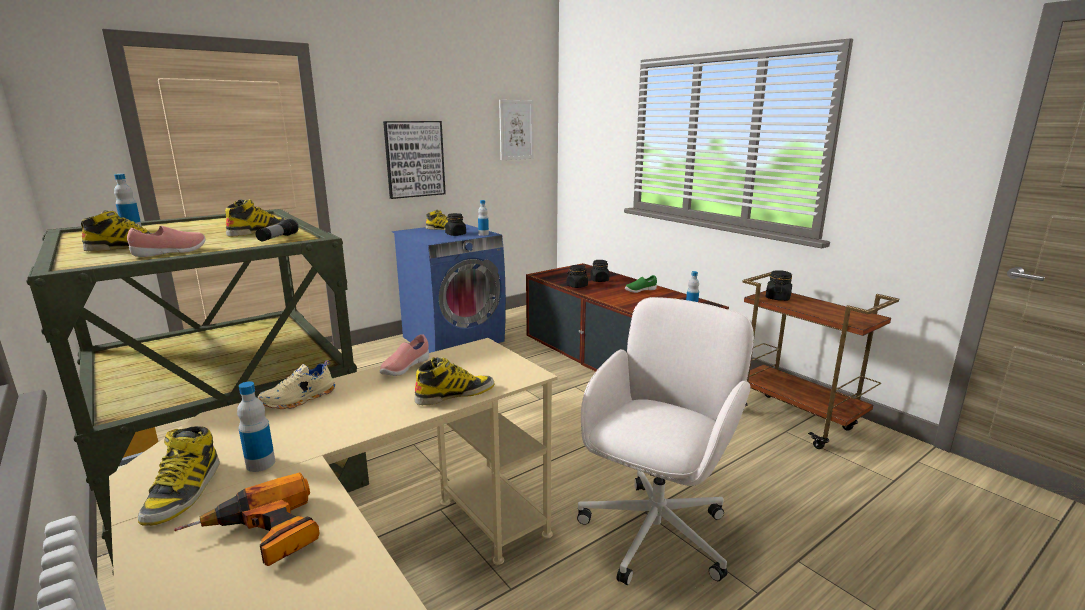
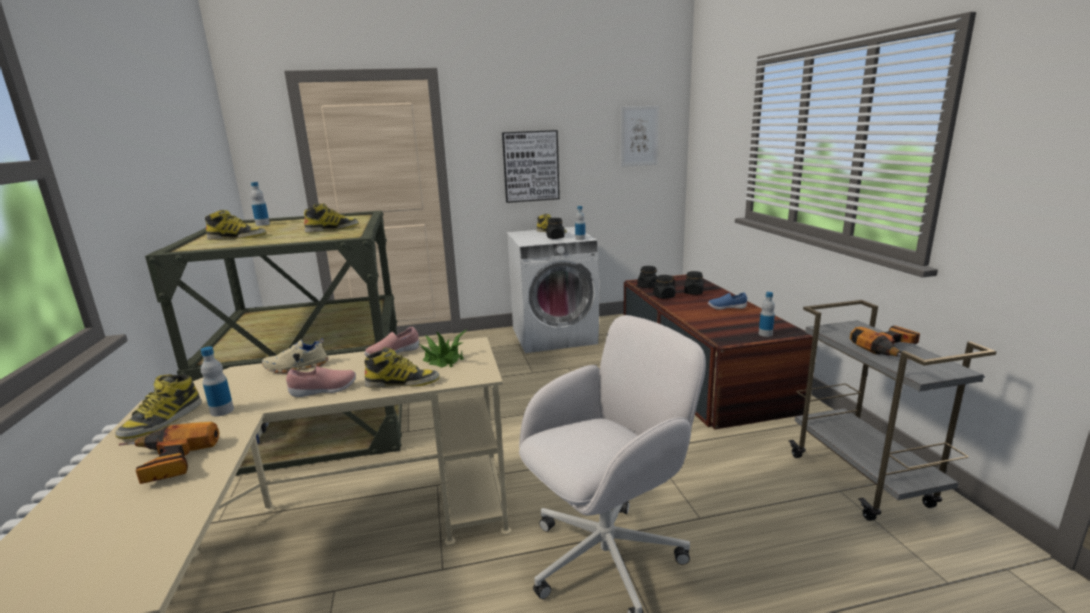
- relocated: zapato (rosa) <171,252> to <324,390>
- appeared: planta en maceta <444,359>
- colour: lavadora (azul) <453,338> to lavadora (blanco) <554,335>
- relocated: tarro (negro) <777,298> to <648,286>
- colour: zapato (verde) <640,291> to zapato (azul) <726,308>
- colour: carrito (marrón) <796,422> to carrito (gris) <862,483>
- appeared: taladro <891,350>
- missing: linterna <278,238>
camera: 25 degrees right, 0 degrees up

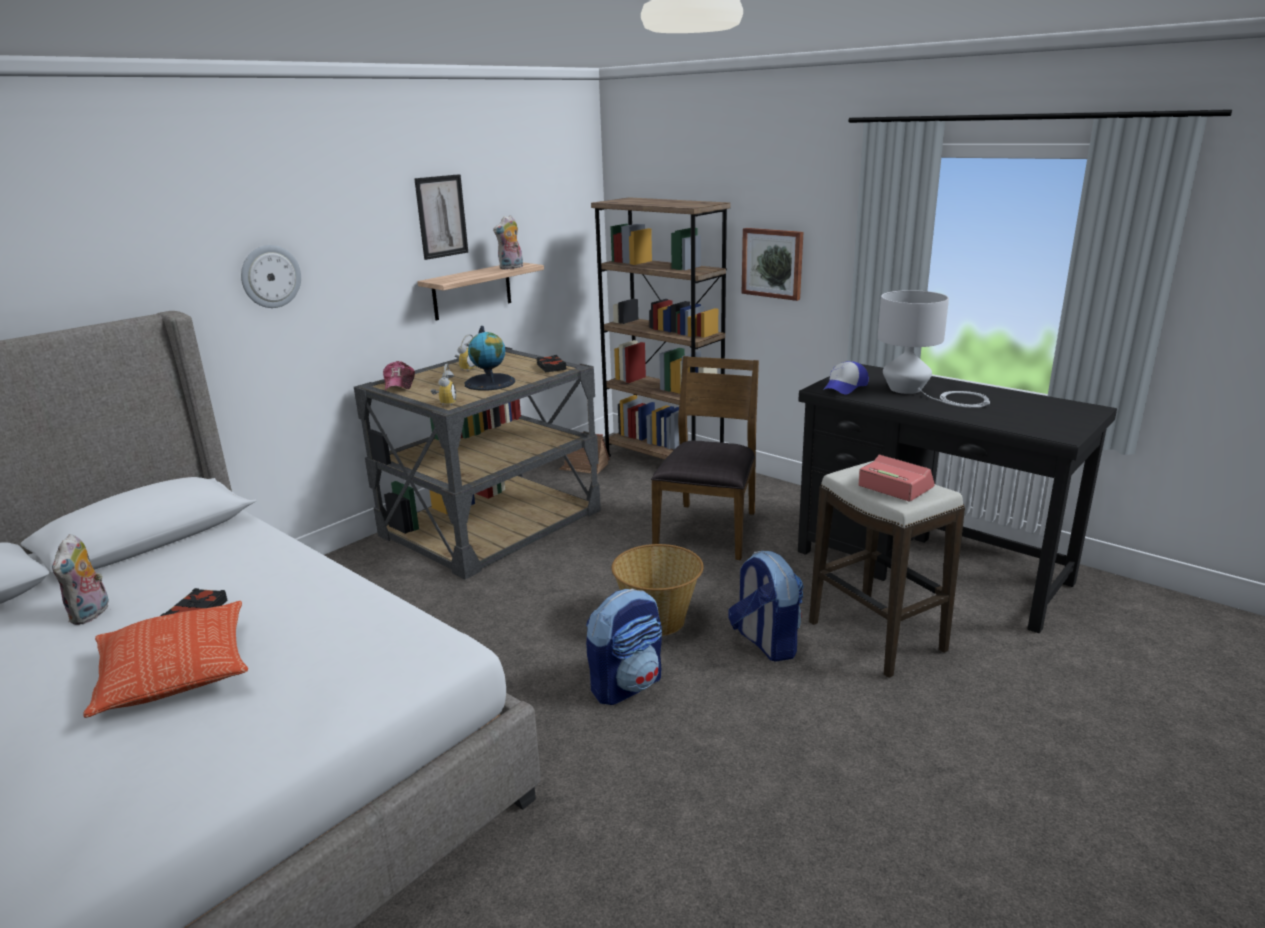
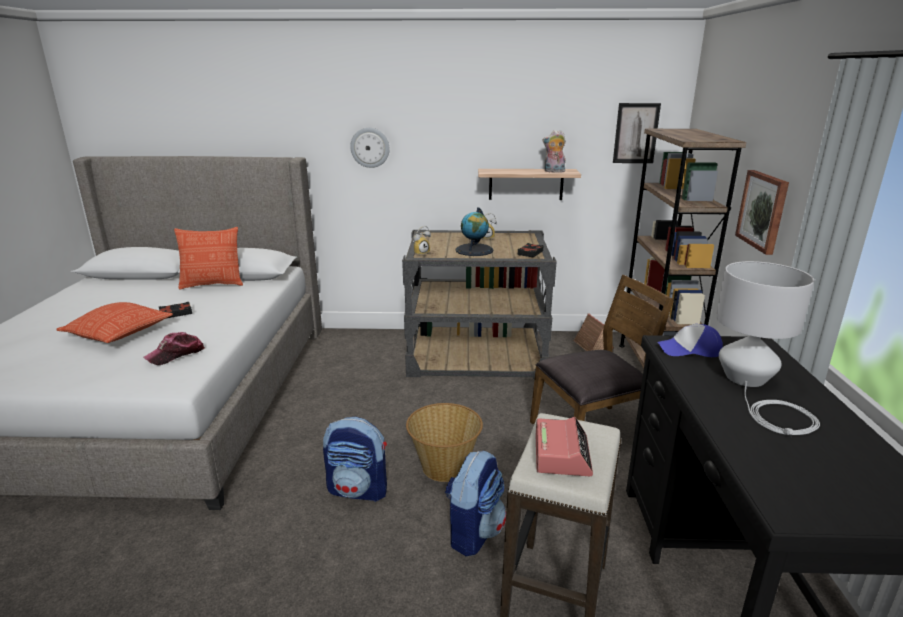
- relocated: gorra <399,384> to <176,354>
- appeared: cojín (naranja) <213,285>
- relocated: cuadro <441,216> to <636,133>
- missing: peluche <92,614>
camera: 50 degrees right, 0 degrees up

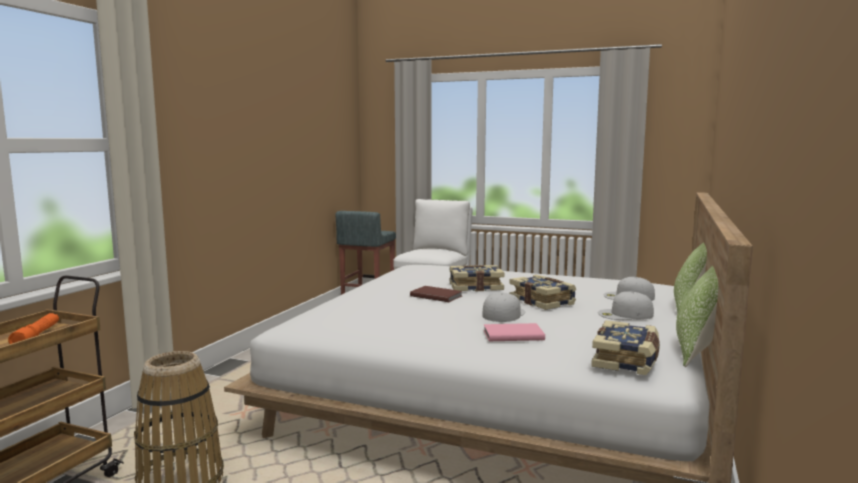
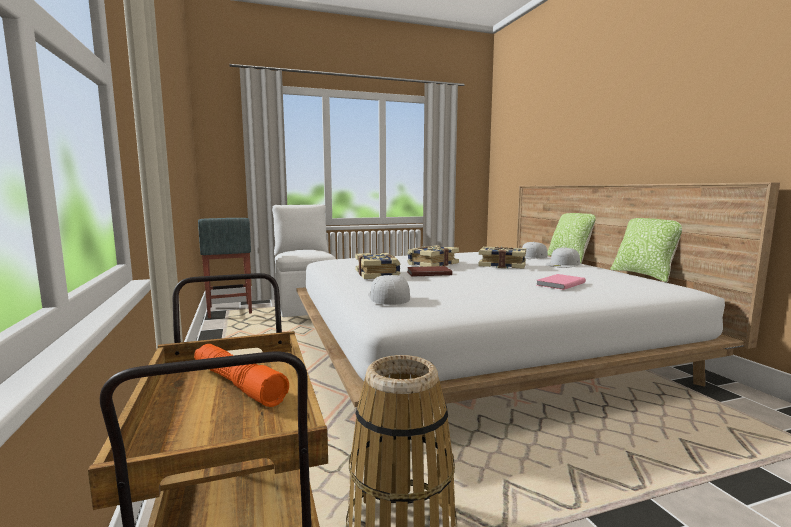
- relocated: libro <627,360> to <378,274>
- relocated: gorra (blanco) <503,314> to <388,297>
camera: 40 degrees left, 0 degrees up

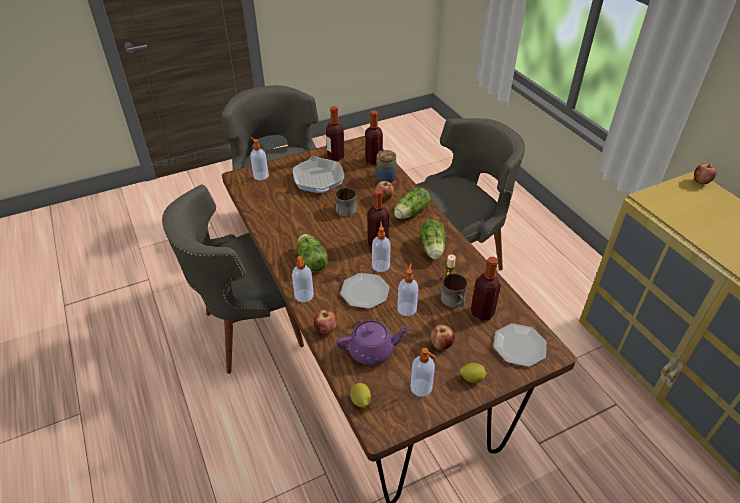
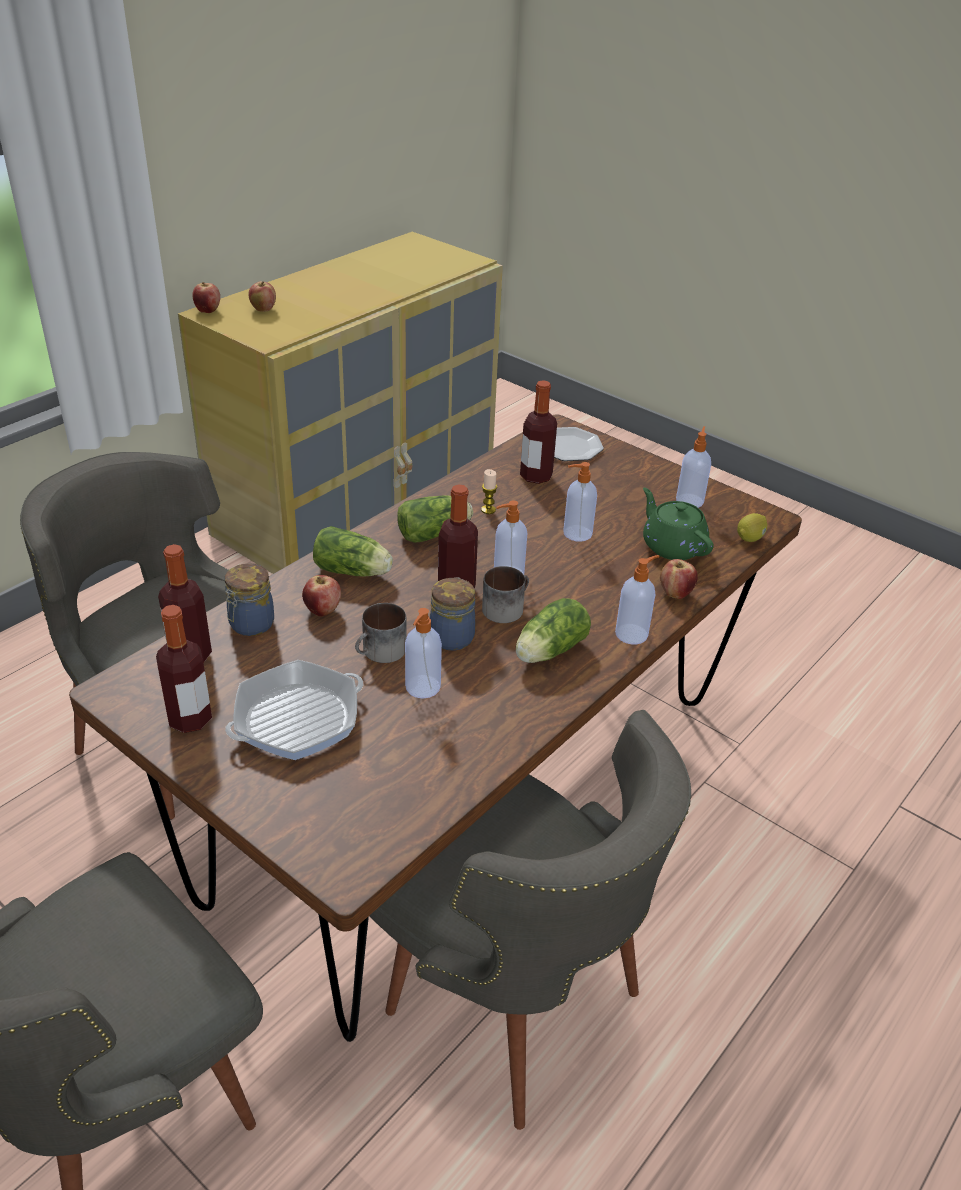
- relocated: manzana <441,345> to <263,309>
- relocated: dispensador de jabón <260,176> to <422,688>
- appeared: tarro <452,636>
- relocated: taza grande <455,301> to <505,607>
- colour: tetera (morado) <372,351> to tetera (verde) <672,546>
- missing: plato <365,292>
- missing: limón <472,378>
camera: 115 degrees left, 5 degrees down

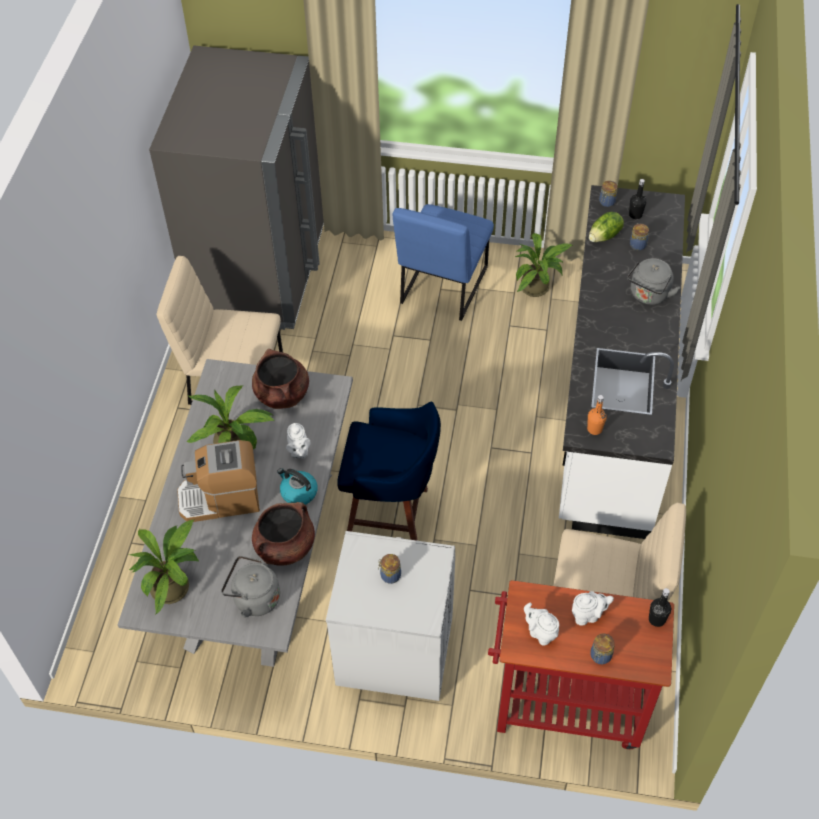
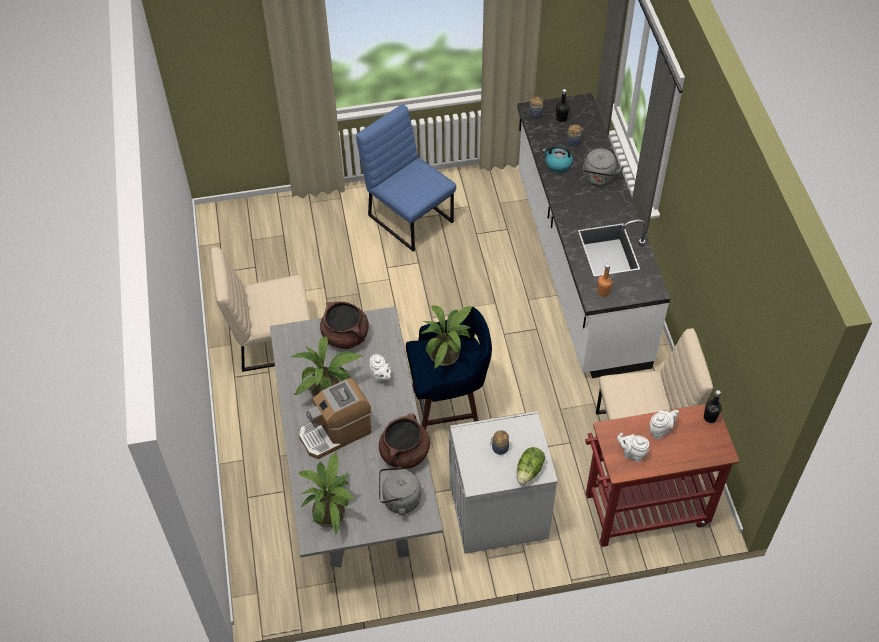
- spun: silla (azul) <442,286> = <409,216> 135 degrees clockwise
- relocated: planta en maceta <538,287> to <448,354>
- relocated: lechuga <605,236> to <529,471>
- relocated: hervidor <298,492> to <558,164>
- missing: nevera (gris) <260,272>
- missing: tarro <600,656>
camera: 20 degrees left, 0 degrees up

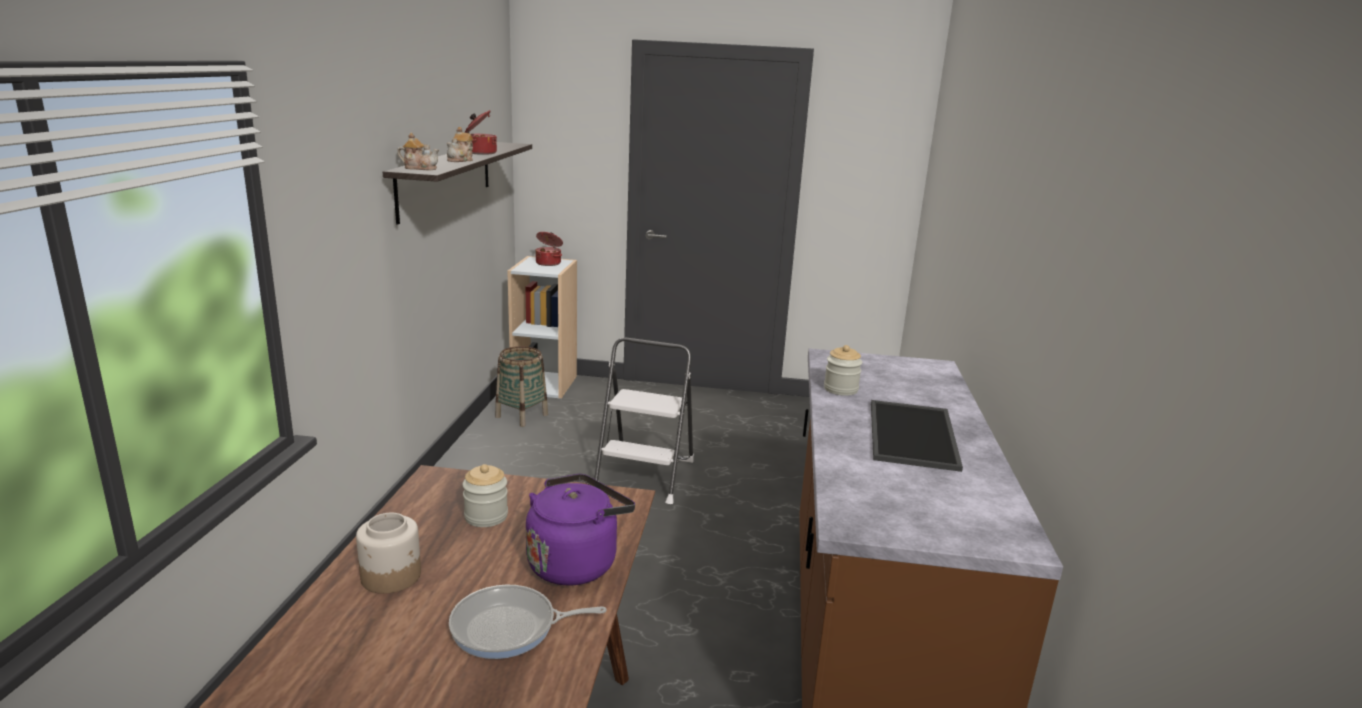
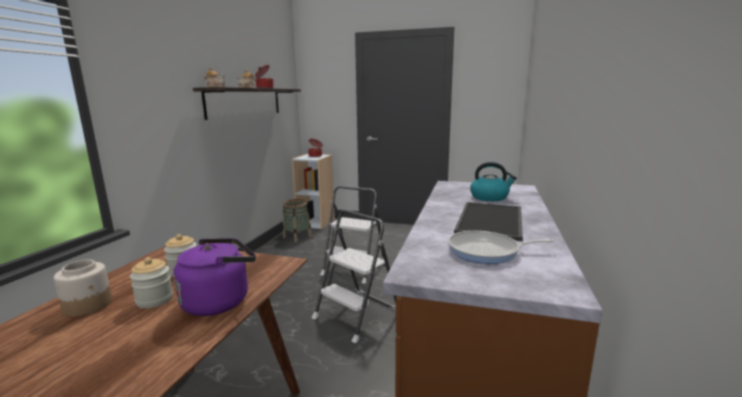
- relocated: tarro <840,389> to <155,300>
- appeared: escalera de tijera (blanco) <359,313>
- relocated: sartén <509,628> to <487,251>
- appeared: hervidor <490,197>
camera: 10 degrees right, 5 degrees down

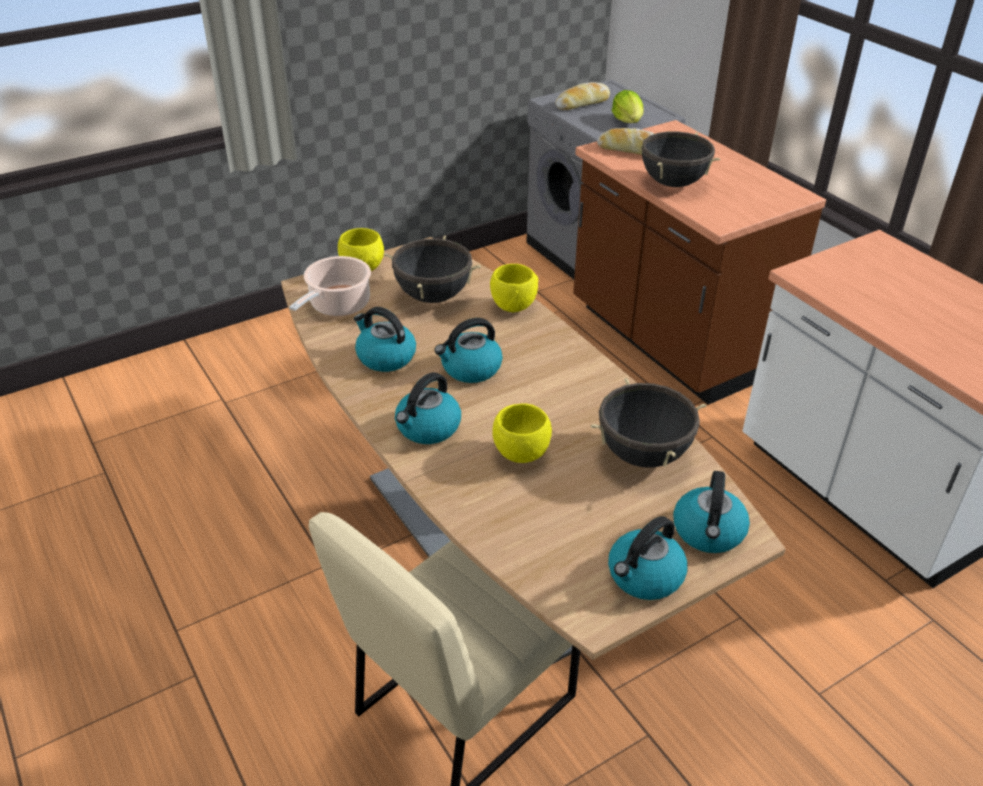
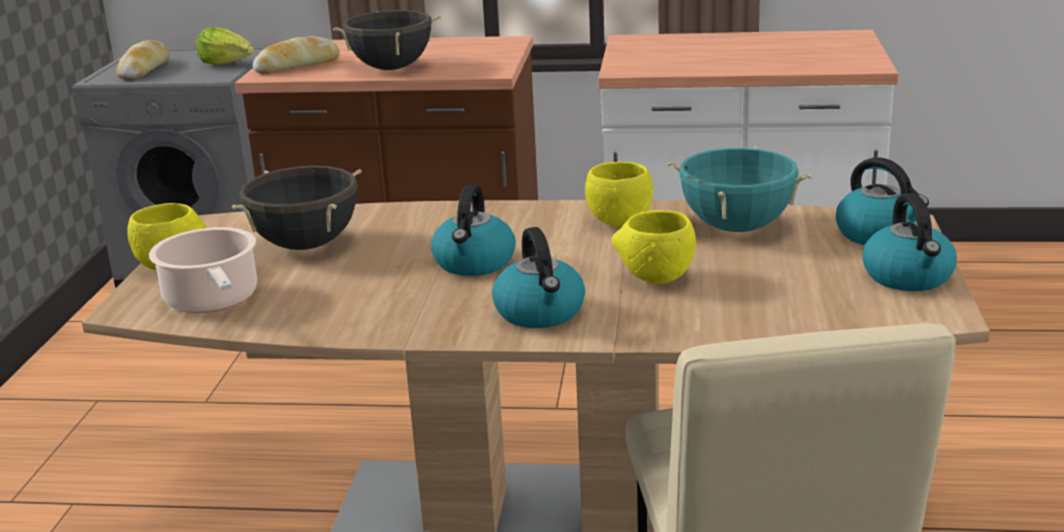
- relocated: cuenco (amarillo) <514,307> to <619,222>
- colour: olla (negro) <643,454> to olla (turquesa) <737,228>
- missing: hervidor <385,357>
camera: 50 degrees left, 15 degrees down

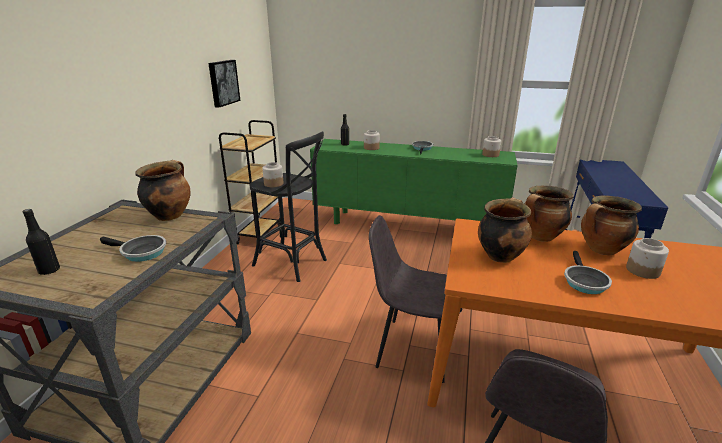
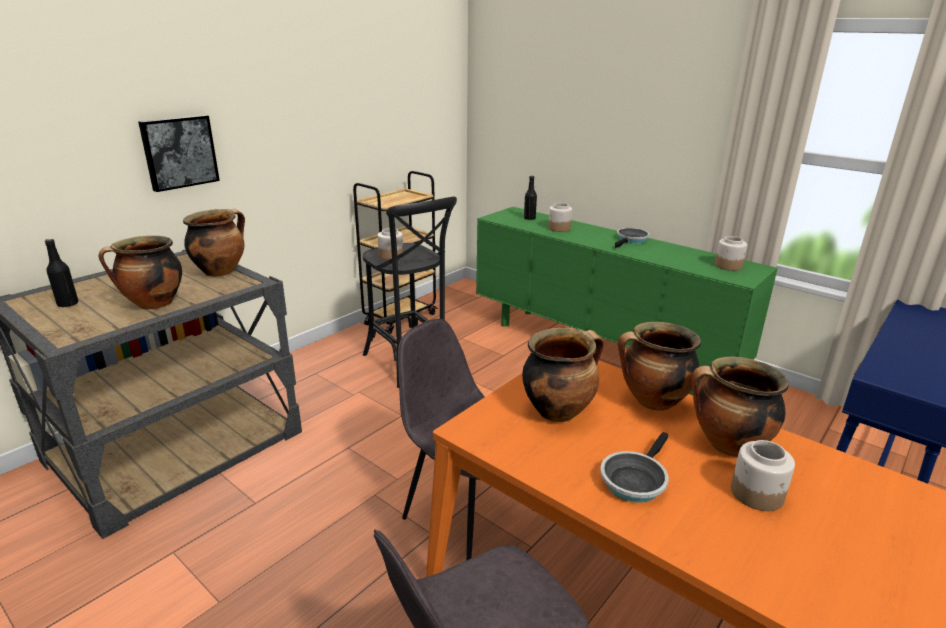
- exchanged: sartén <141,252> to olla <153,304>
- relocated: cuadro <223,83> to <179,152>
camera: 25 degrees right, 0 degrees up

